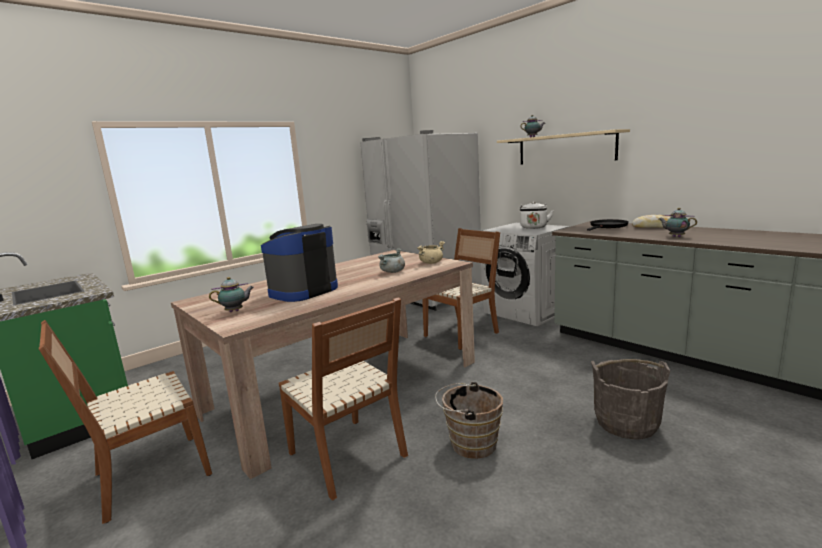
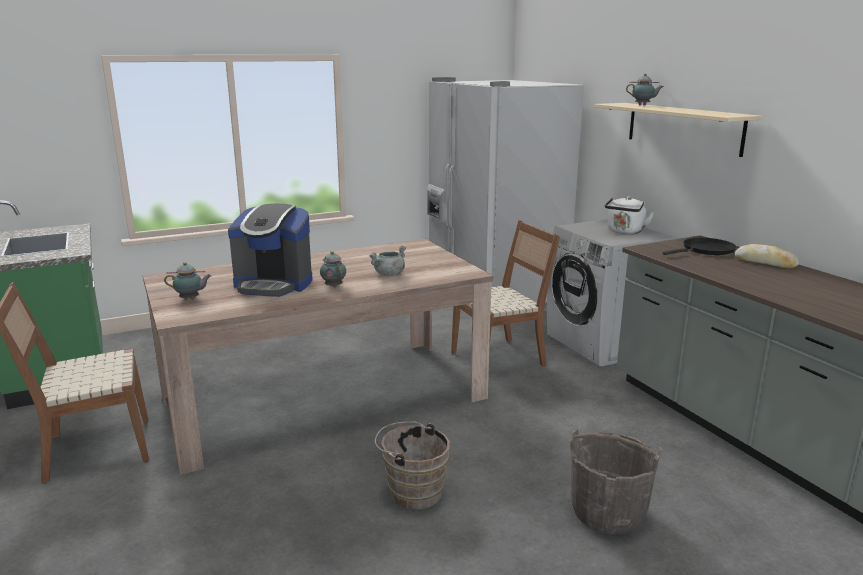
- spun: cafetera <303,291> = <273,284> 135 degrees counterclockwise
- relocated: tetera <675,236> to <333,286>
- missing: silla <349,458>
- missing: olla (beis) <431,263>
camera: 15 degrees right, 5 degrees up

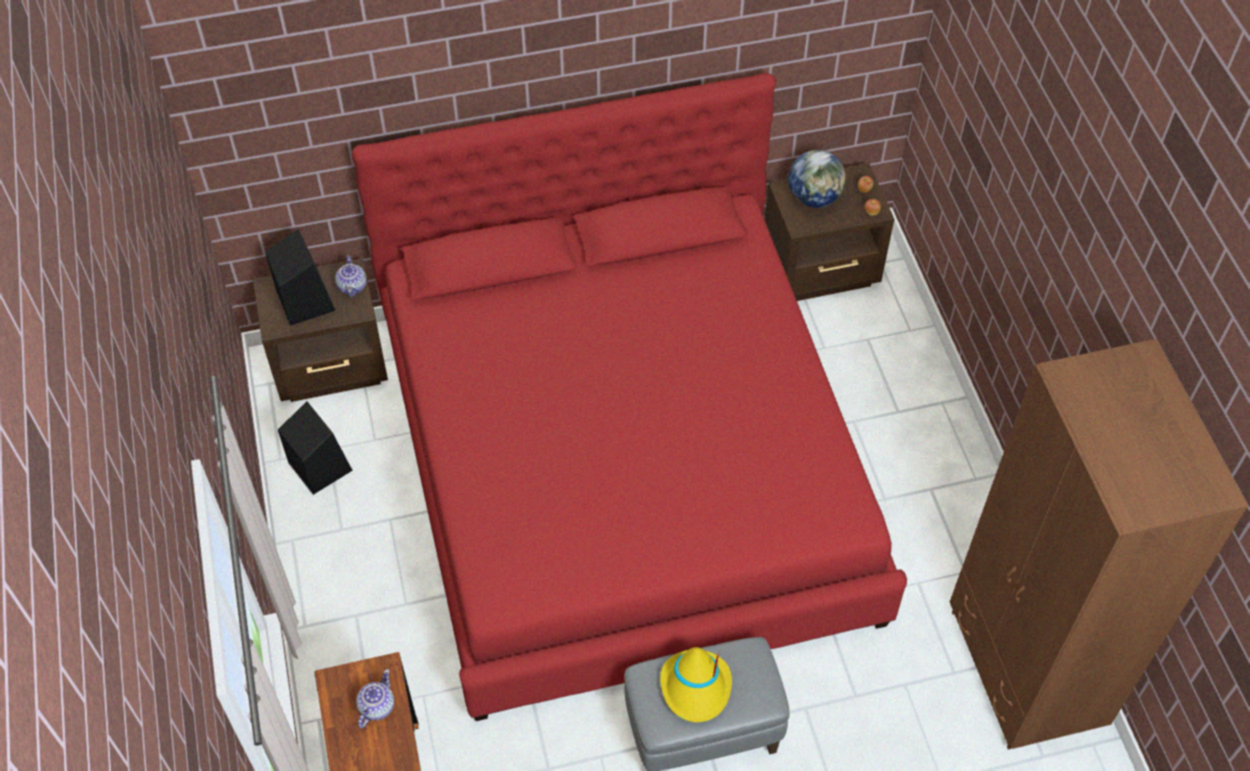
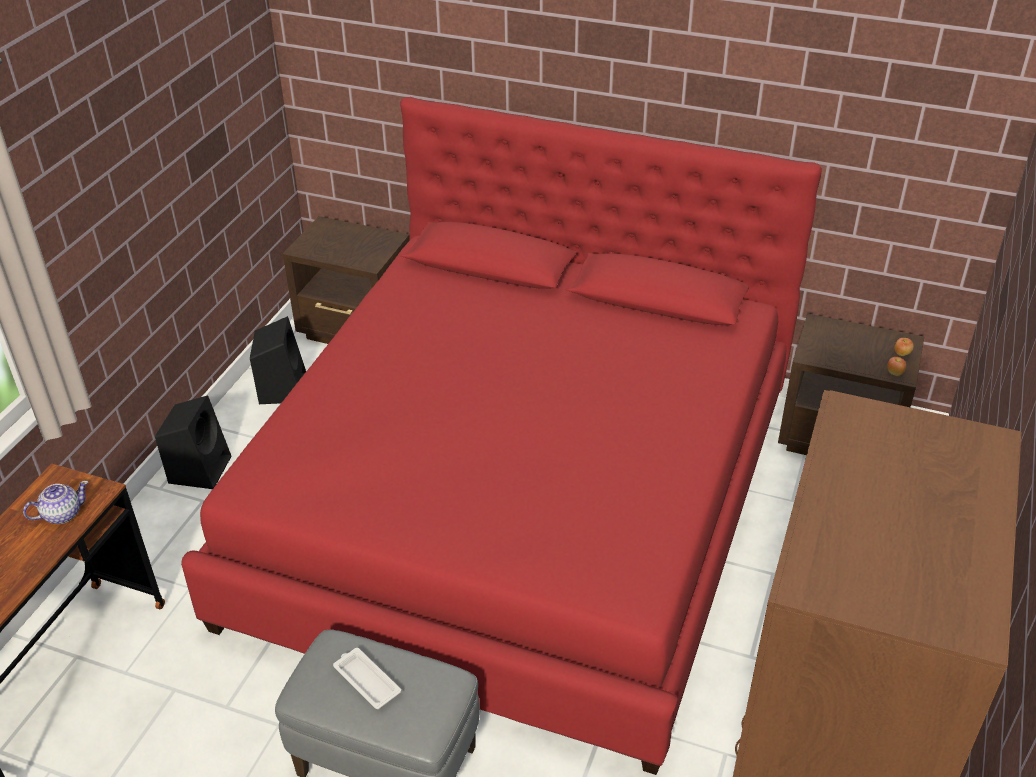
- relocated: altavoz (negro) <304,299> to <200,468>
- exchanged: sombrero (amarillo) <696,688> to bandeja (blanco) <366,680>
- missing: tetera <352,286>
- missing: globo terráqueo <814,198>
camera: 35 degrees right, 15 degrees down

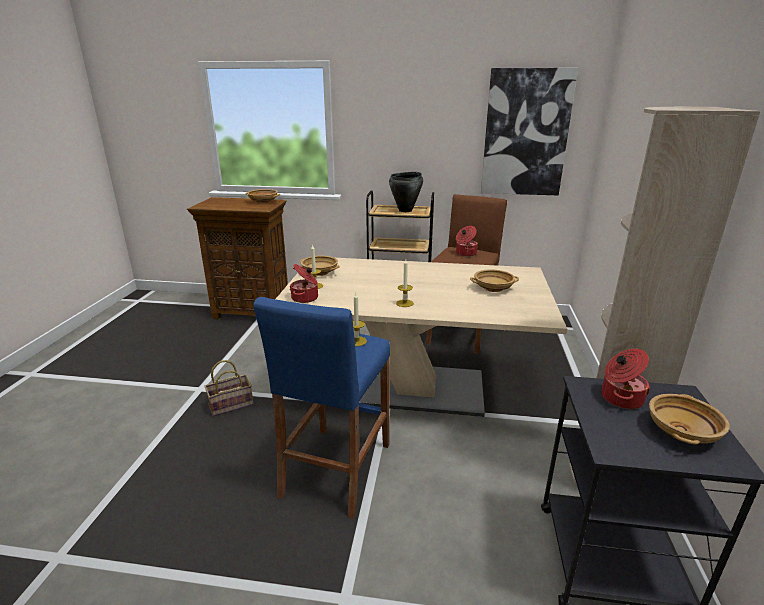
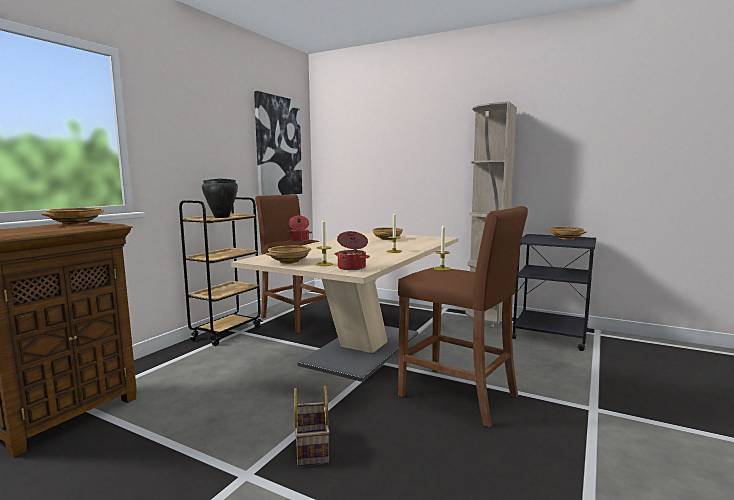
- colour: taburete (azul) <335,469> to taburete (marrón) <458,395>
- missing: olla <620,398>
camera: 70 degrees left, 15 degrees down

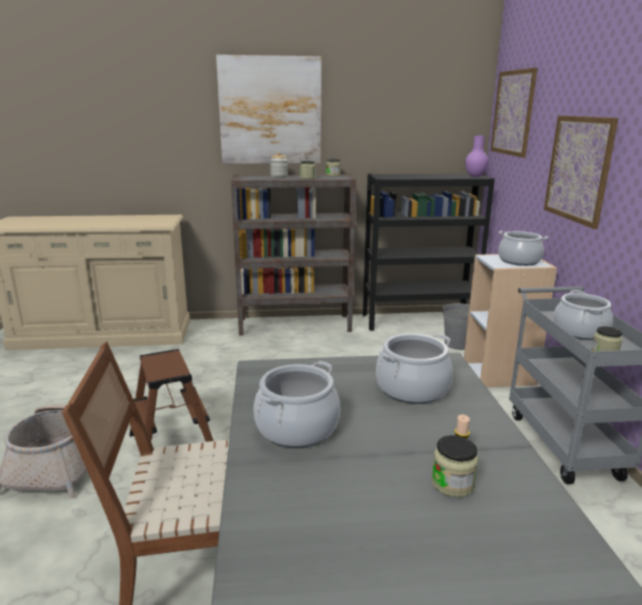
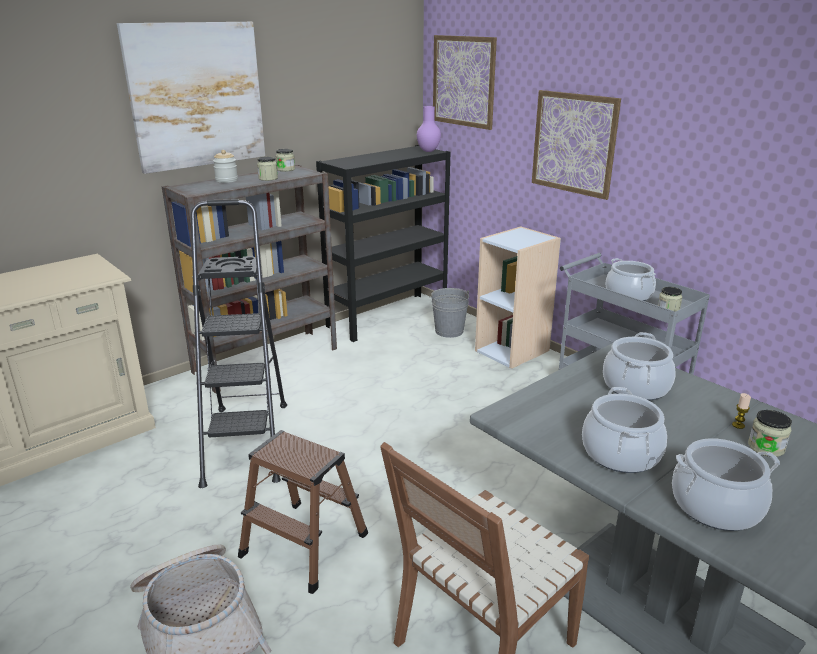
- appeared: escalera de tijera <247,440>
- relocated: olla <519,261> to <716,506>
camera: 35 degrees left, 5 degrees up

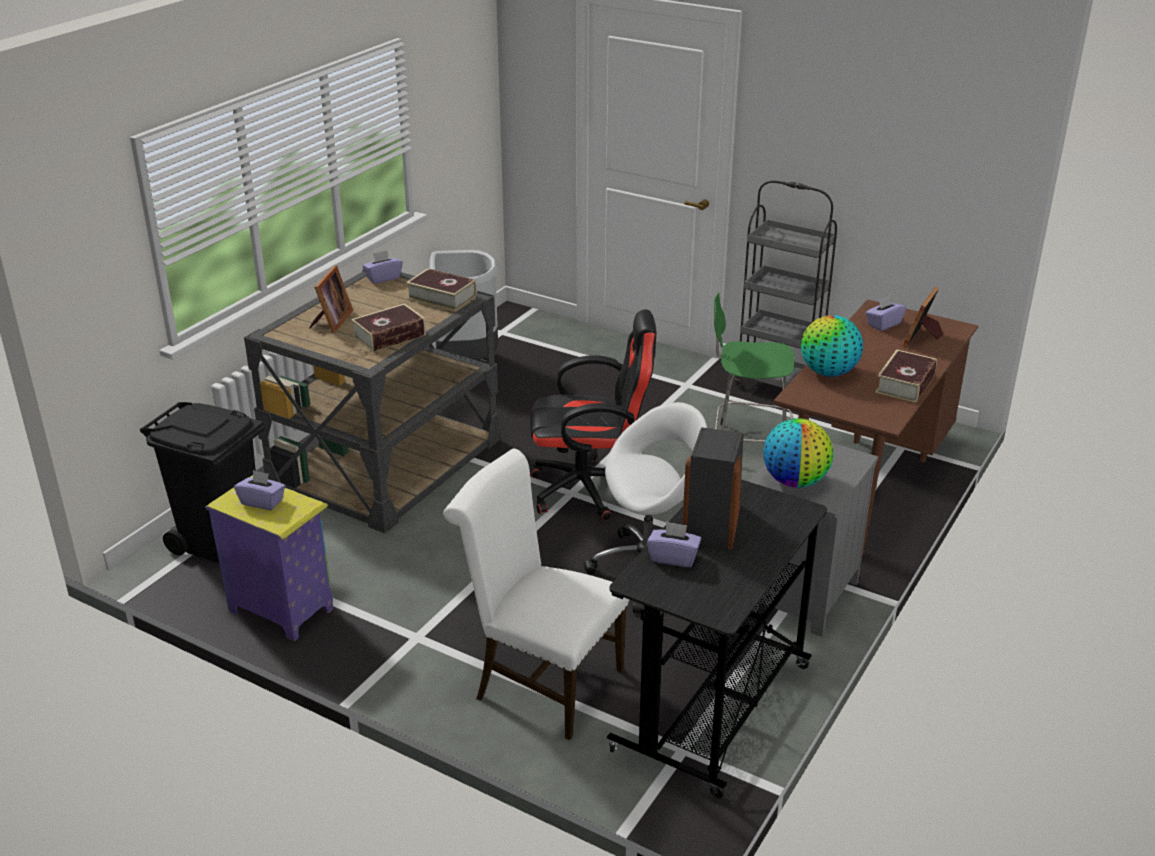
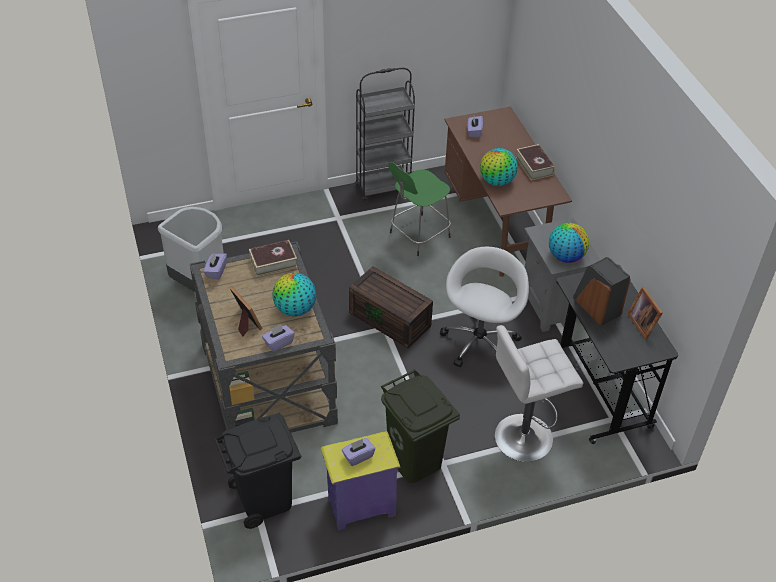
- relocated: caja de pañuelos (morado) <673,557> to <278,343>
- exchanged: libro <389,336> to globo terráqueo <295,309>
- exchanged: silla de oficina (negro) <591,490> to caja de almacenaje (marrón) <391,319>
- appeared: papelera (verde) <413,460>
- exchanged: silla (blanco) <541,682> to taburete (blanco) <522,437>
- relocated: portarretratos <922,338> to <643,323>
camera: 50 degrees left, 15 degrees up

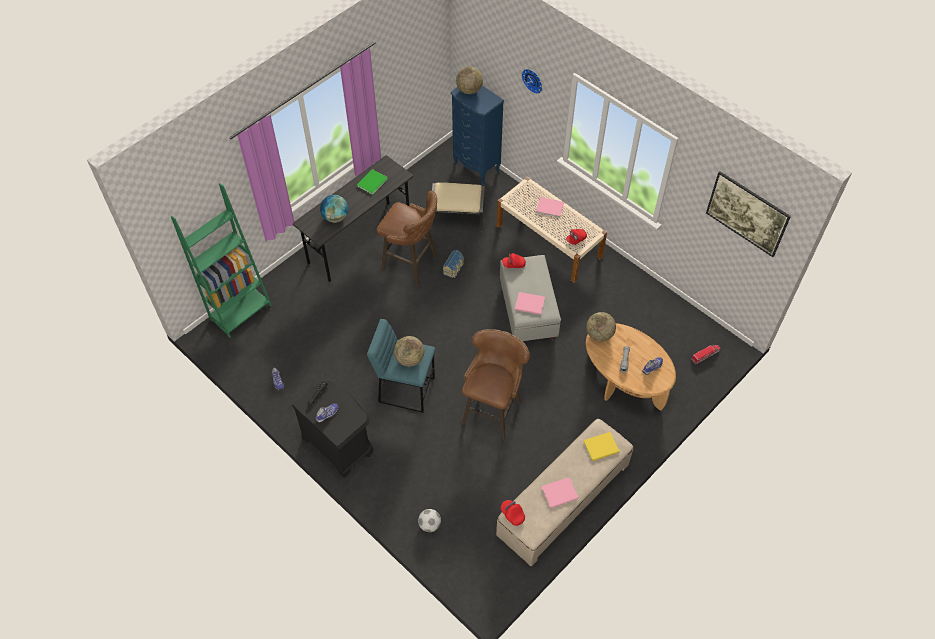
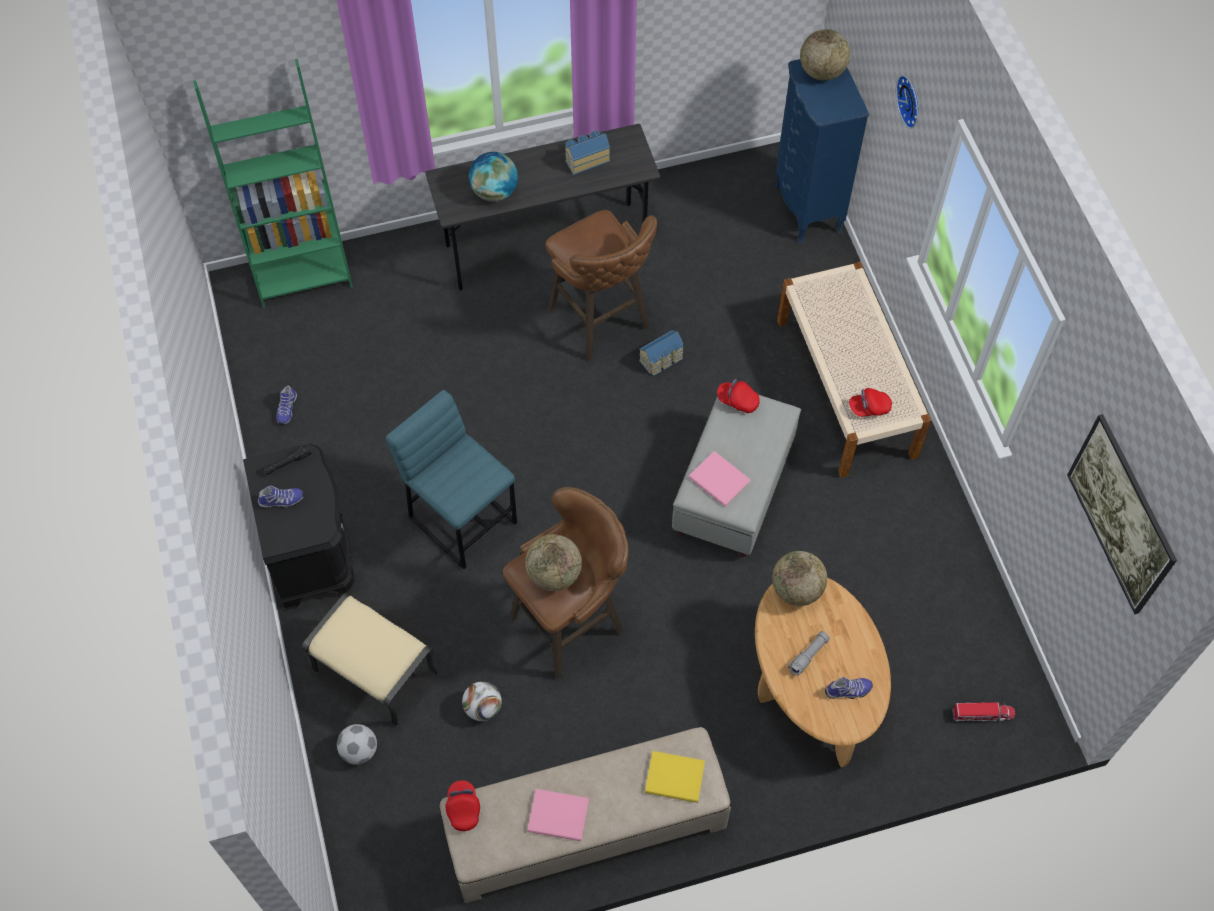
- relocated: puf (beis) <458,216> to <376,671>
- appeared: balón de fútbol <483,708>
- relocated: globo terráqueo <409,359> to <554,574>
- exchanged: libro (verde) <371,183> to casita <586,159>
- missing: libro (rosa) <549,207>
camera: 30 degrees right, 5 degrees up

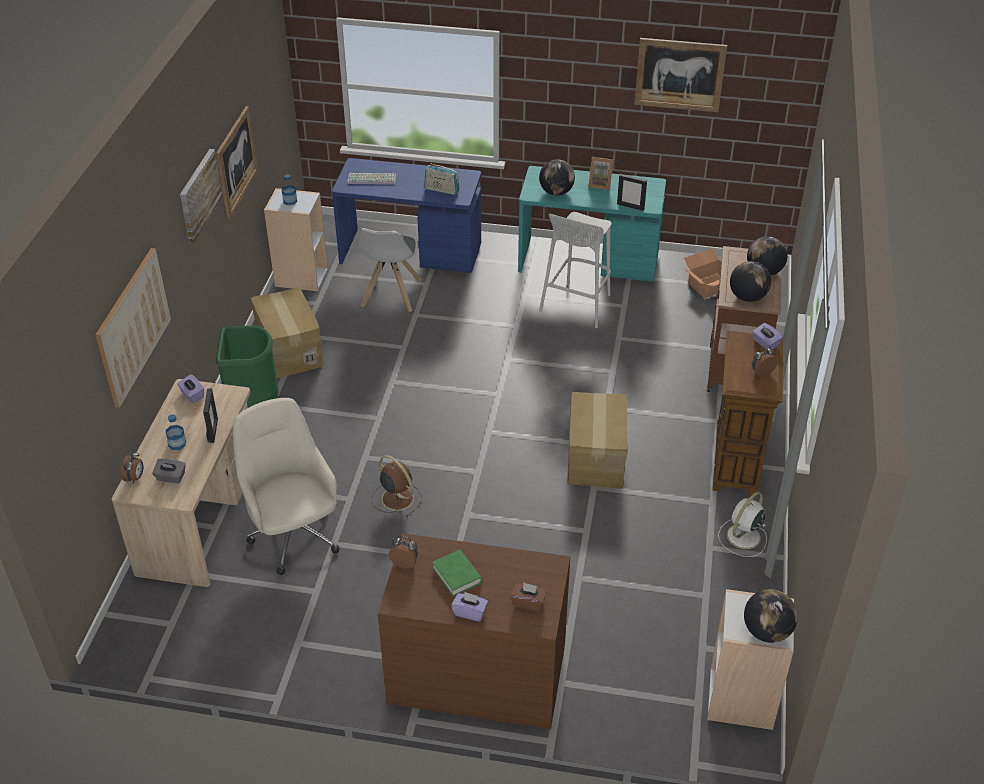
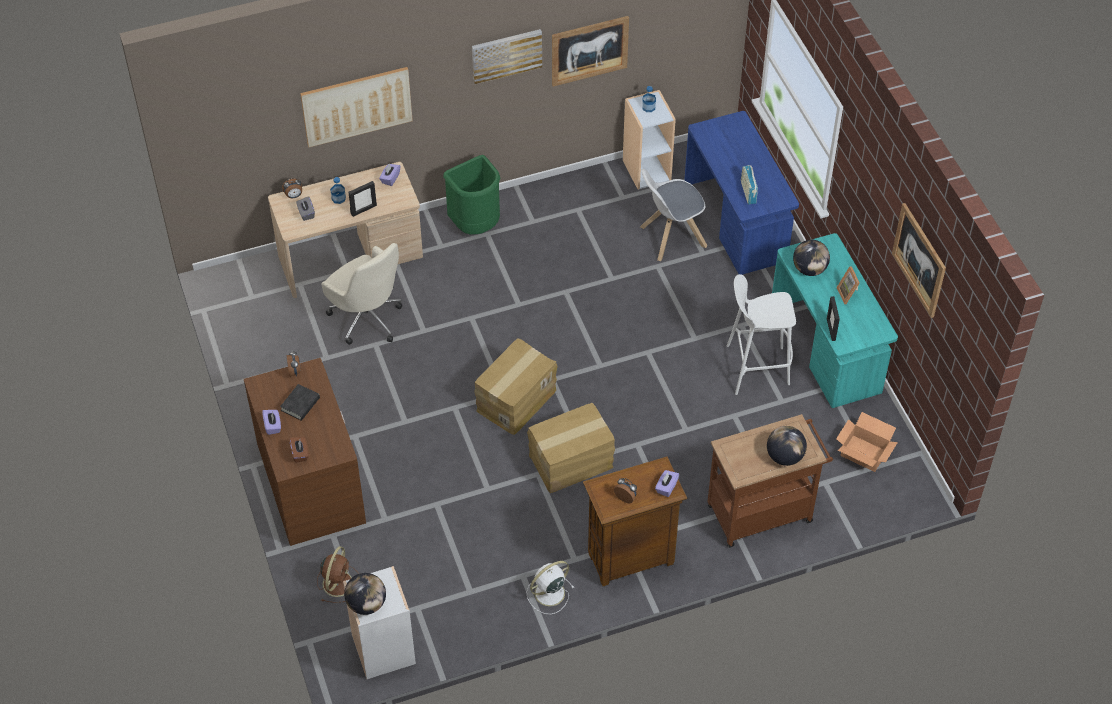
- colour: libro (verde) <457,575> to libro (negro) <300,404>
- relocated: ventilador (marrón) <396,498> to <338,582>
- spun: silla de oficina (beis) <294,536> = <367,318> 105 degrees clockwise
- relocated: caja de cartón <289,350> to <515,400>
- spun: ventilador (blanco) <742,537> = <548,594> 45 degrees counterclockwise
- missing: teclado <372,179>
- missing: globo terráqueo <747,297>
camera: 60 degrees right, 10 degrees up

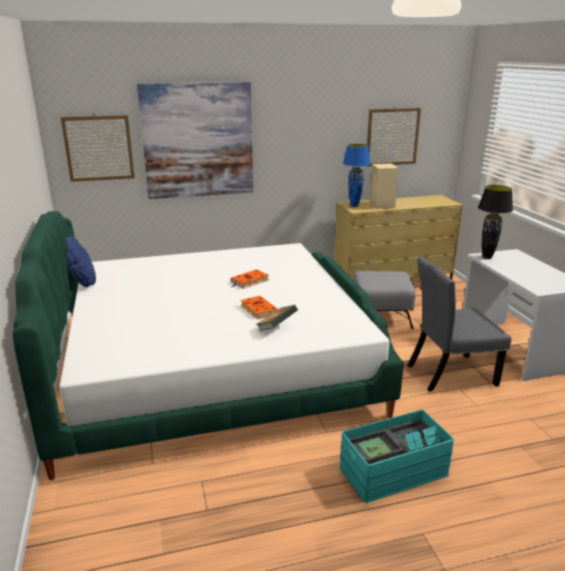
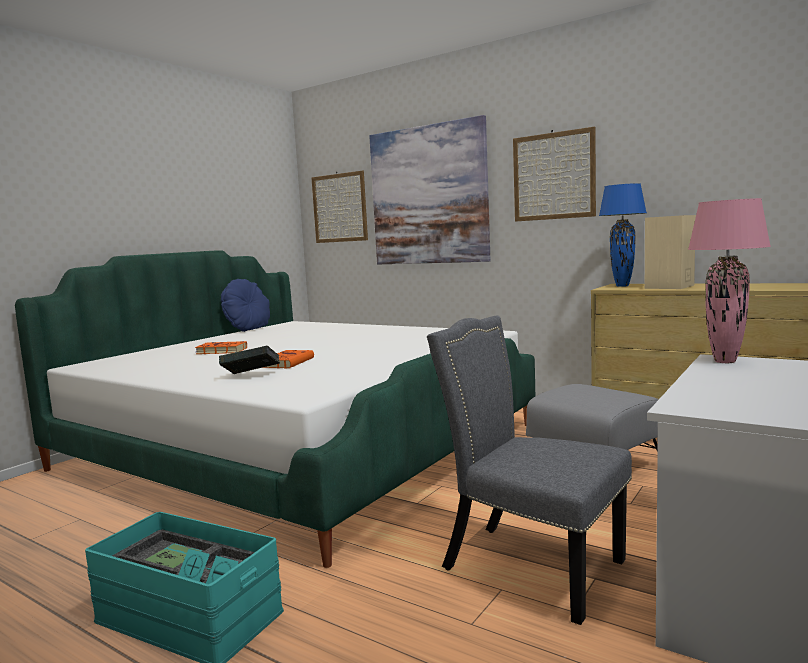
- relocated: libro (naranja) <249,281> to <220,351>
- relocated: cuadro <392,136> to <553,174>
- colour: lámpara de mesa (negro) <487,257> to lámpara de mesa (rosa) <725,361>
camera: 50 degrees right, 15 degrees down

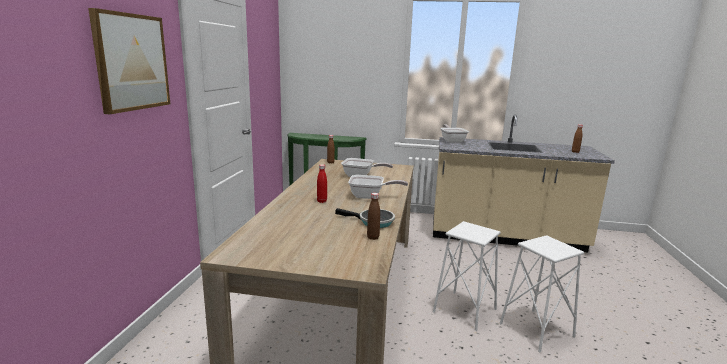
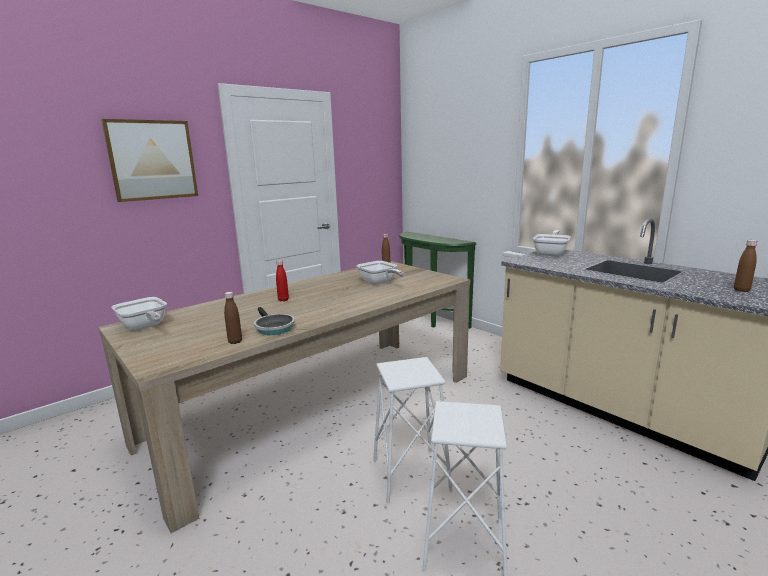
- relocated: sartén <370,196> to <144,327>
camera: 40 degrees right, 0 degrees up

